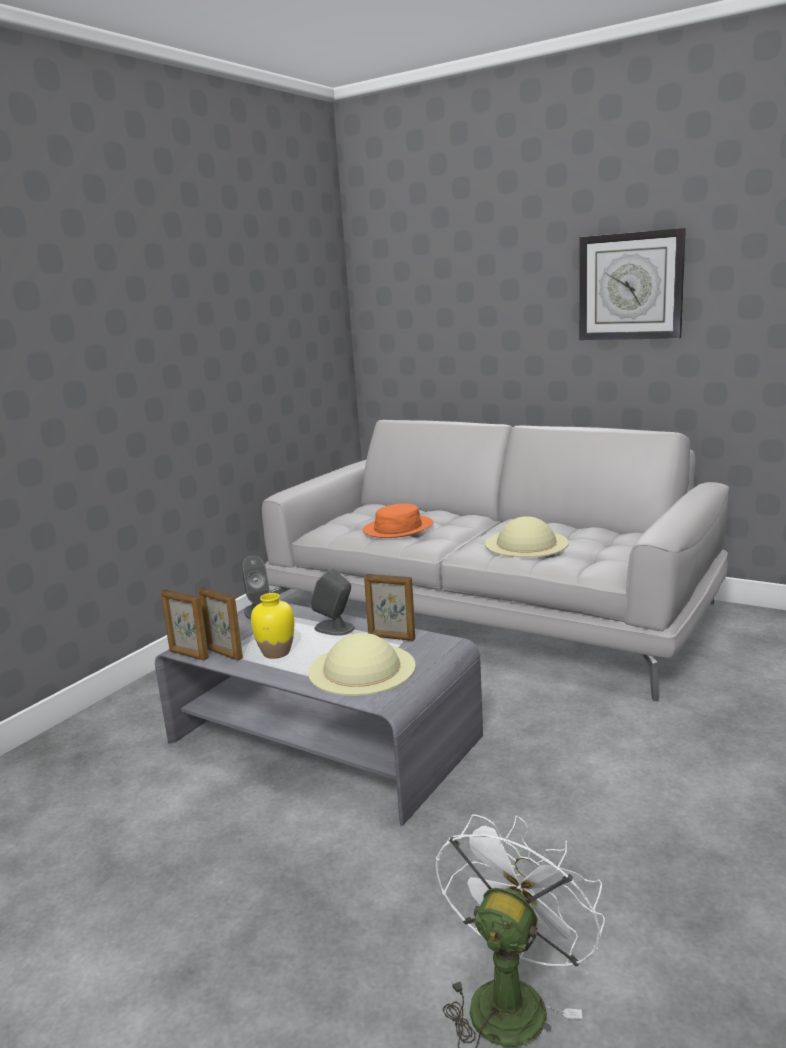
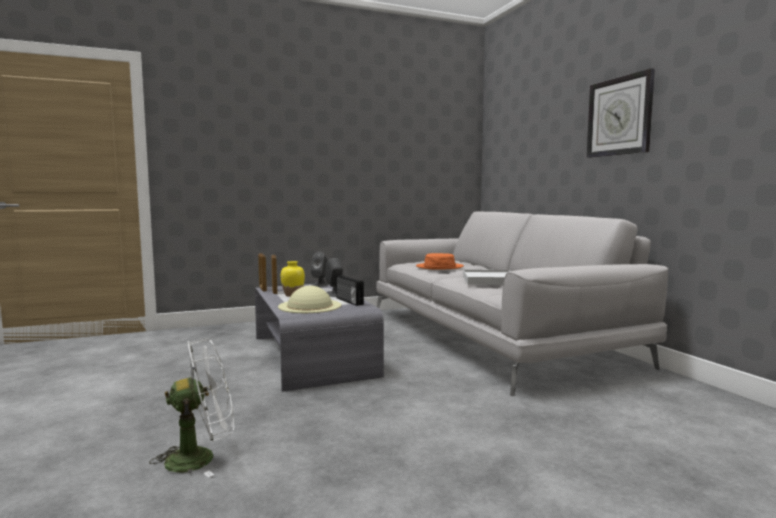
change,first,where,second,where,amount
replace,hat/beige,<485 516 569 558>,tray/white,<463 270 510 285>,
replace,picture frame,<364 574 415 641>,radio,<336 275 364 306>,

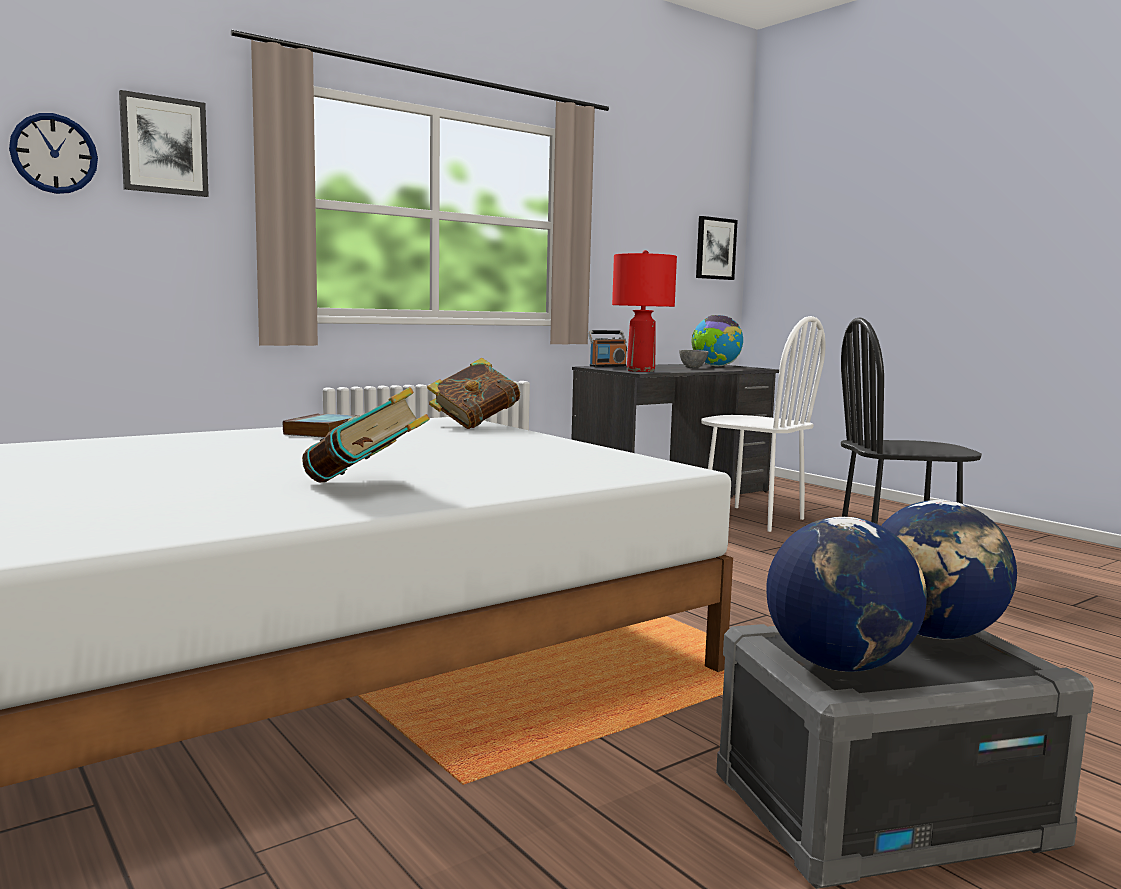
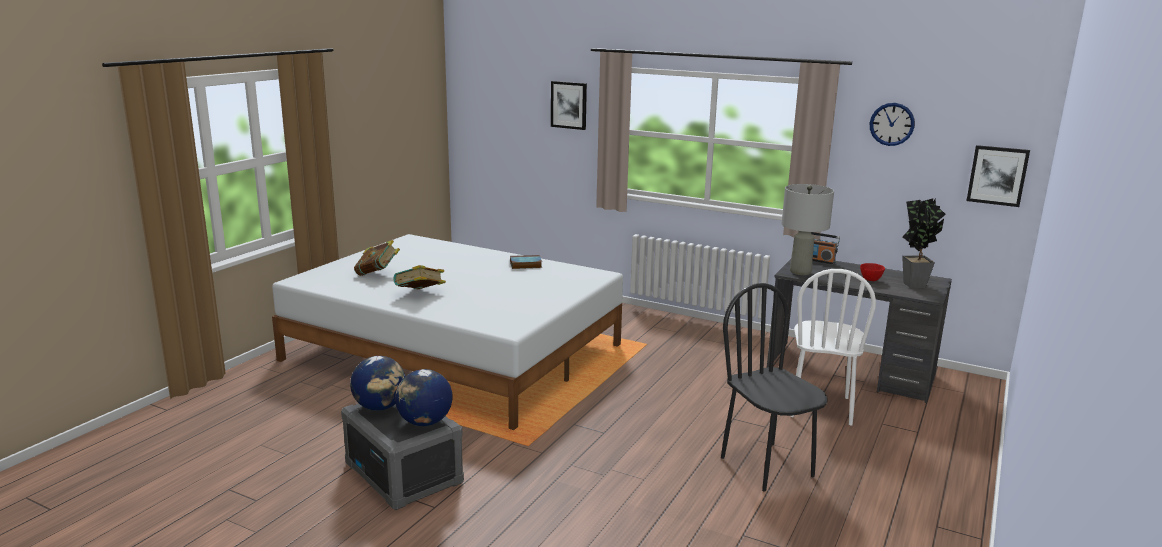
change,first,where,second,where,amount
move,wall clock,<9 113 98 194>,,<870 103 915 146>,
recolor,table lamp/red,<612 250 677 372>,table lamp/grey,<782 184 834 275>,
replace,globe,<692 315 743 366>,potted plant,<902 198 946 288>,
recolor,bowl/grey,<679 350 709 368>,bowl/red,<860 263 885 281>,
move,book,<427 358 520 429>,,<354 240 400 276>,

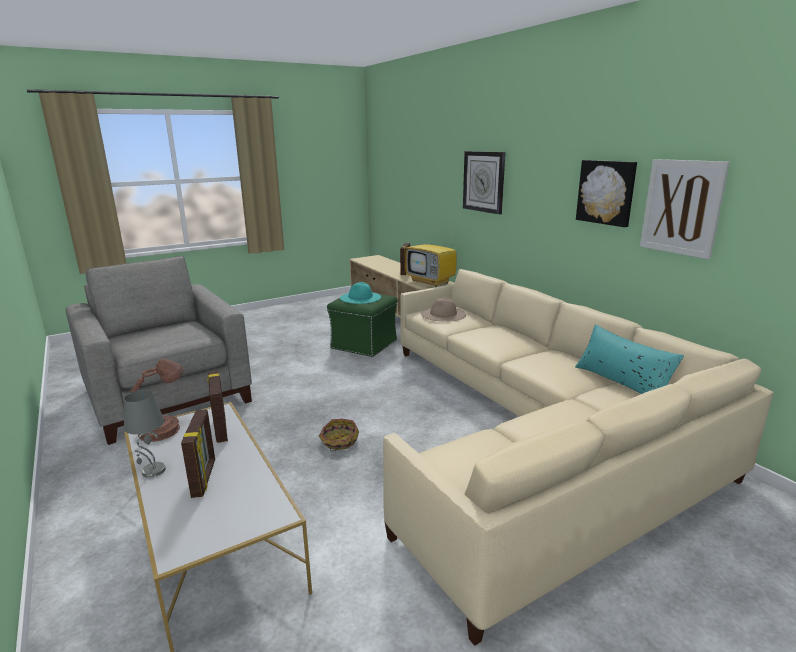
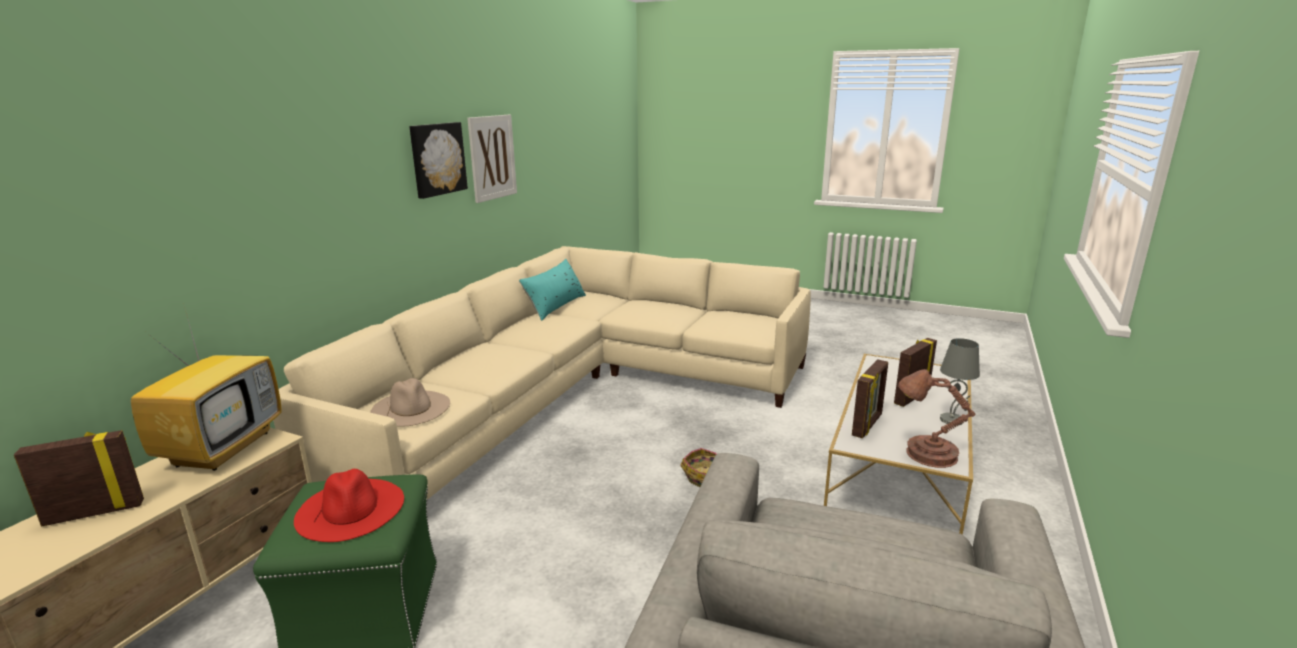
change,first,where,second,where,amount
delete,wall clock,<463 151 505 215>,,,
recolor,hat/turquoise,<340 282 381 304>,hat/red,<294 469 404 542>,

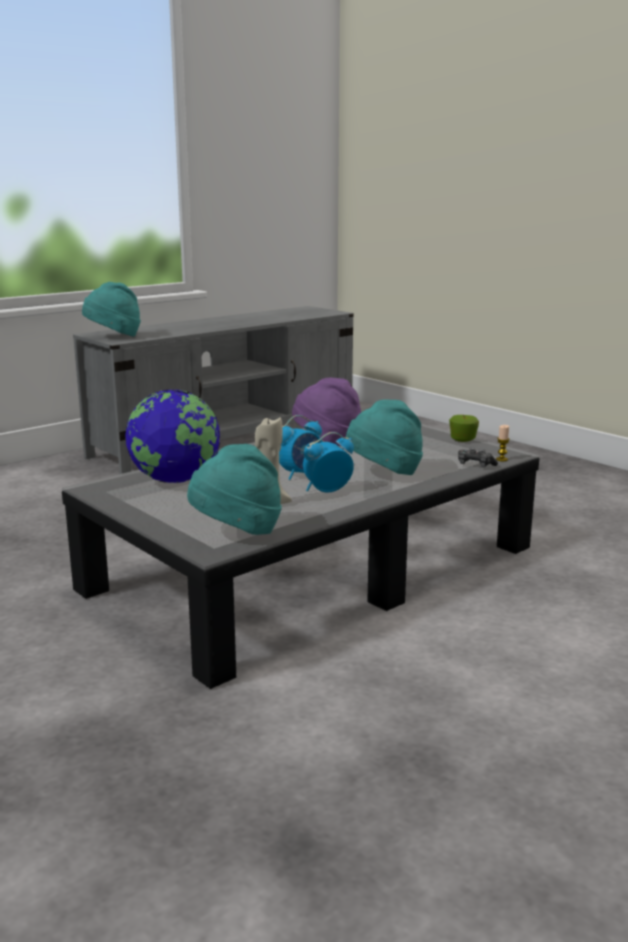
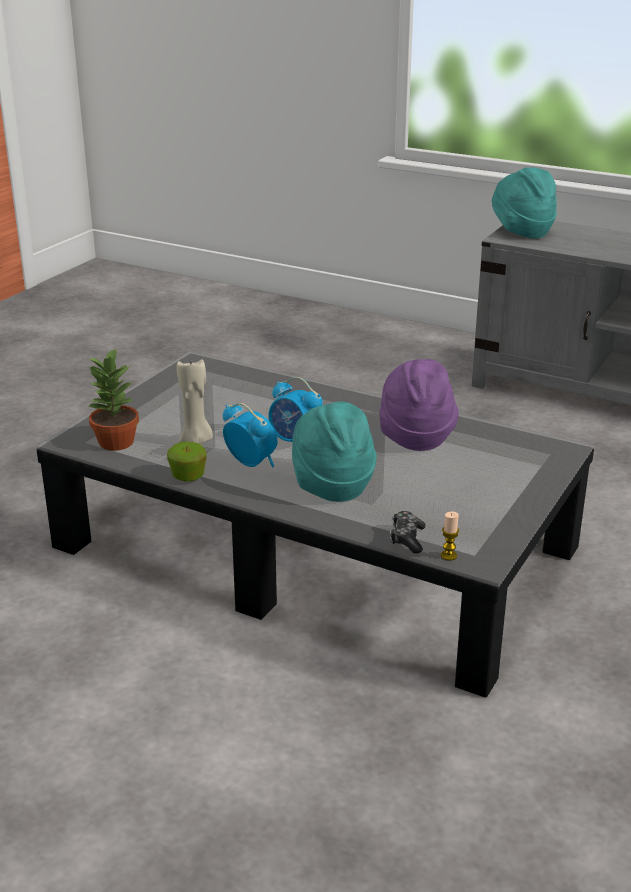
change,first,where,second,where,amount
delete,globe,<125 389 220 483>,,,
move,apple,<449 415 479 442>,,<167 442 207 481>,
replace,hat/turquoise,<187 444 282 535>,potted plant,<86 347 139 451>,

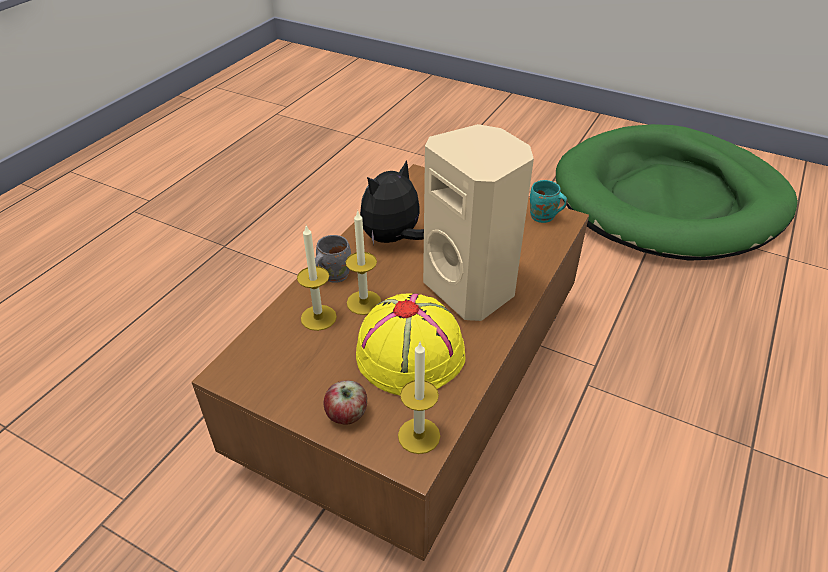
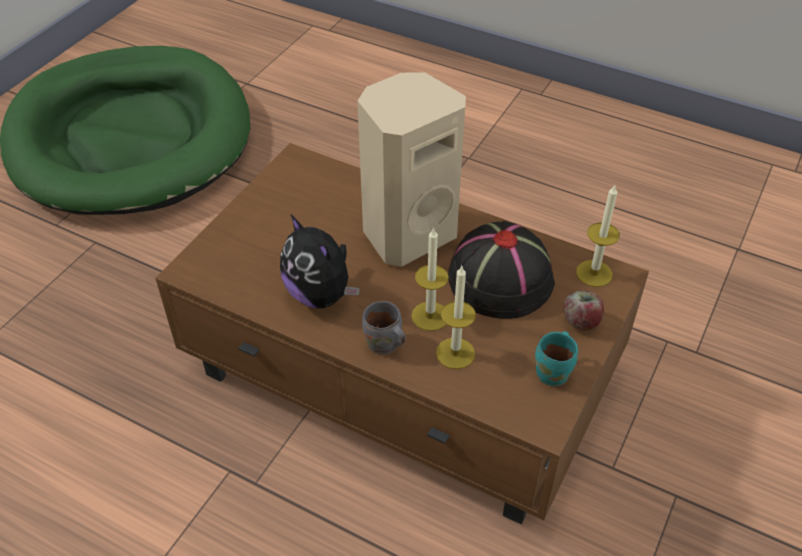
change,first,where,second,where,amount
move,mug/turquoise,<530 180 568 223>,,<535 331 578 386>,
recolor,hat/yellow,<356 293 465 395>,hat/black,<448 221 555 319>,

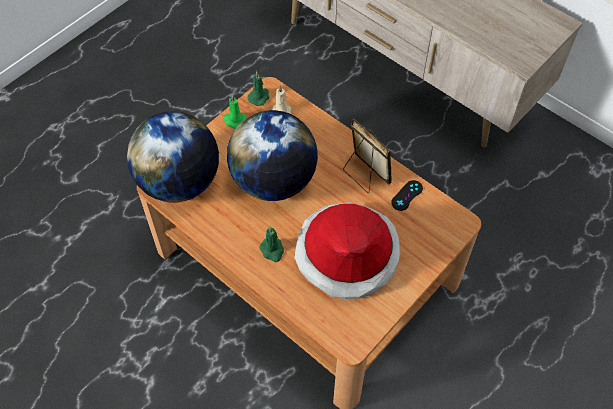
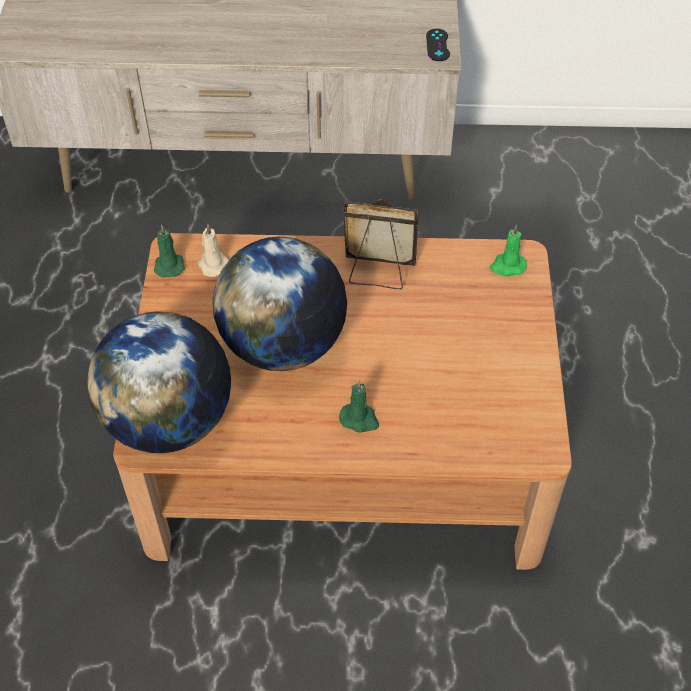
change,first,where,second,where,amount
move,candle/green,<224 94 247 129>,,<490 224 527 276>,
move,game controller/black,<391 180 423 211>,,<426 29 450 61>,
delete,hat,<294 202 401 299>,,,

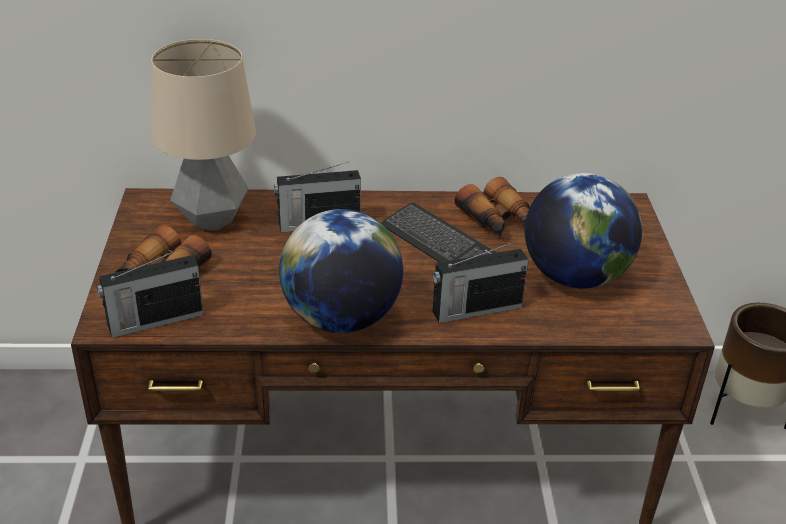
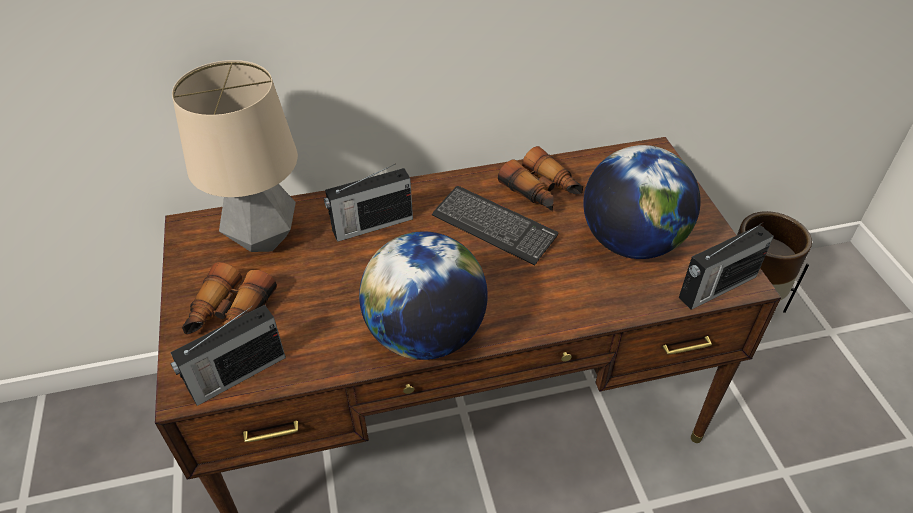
change,first,where,second,where,amount
move,radio,<432 241 529 323>,,<679 222 774 310>,

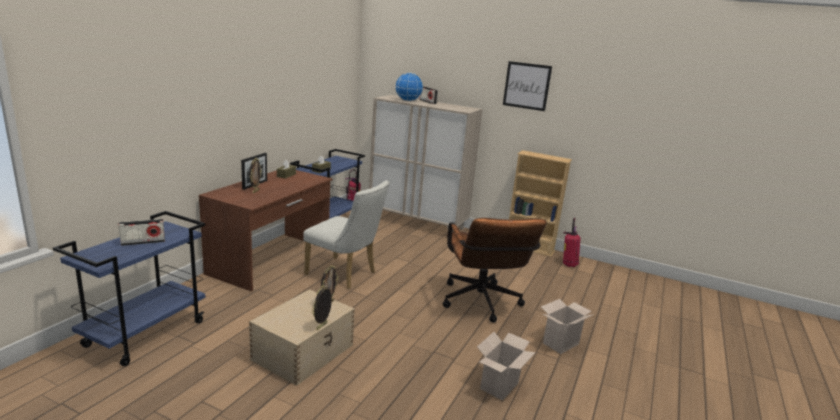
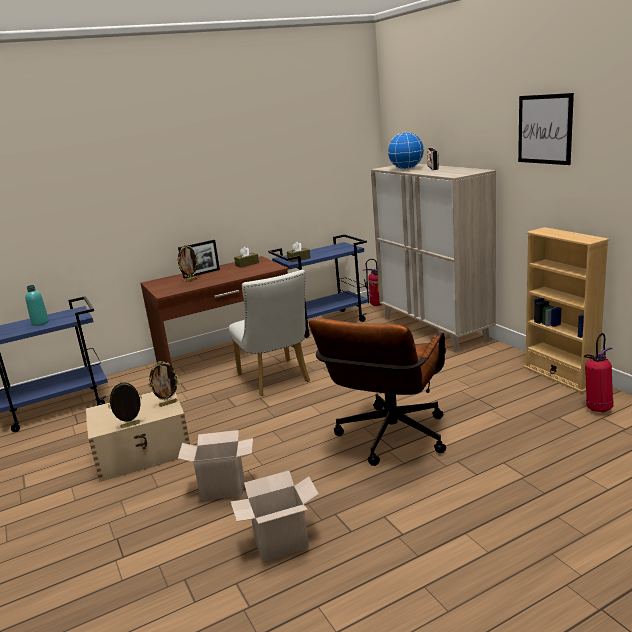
change,first,where,second,where,amount
replace,radio,<118 219 165 246>,bottle/turquoise,<25 285 49 326>,
move,cardboard box,<541 299 594 354>,,<178 430 253 501>,

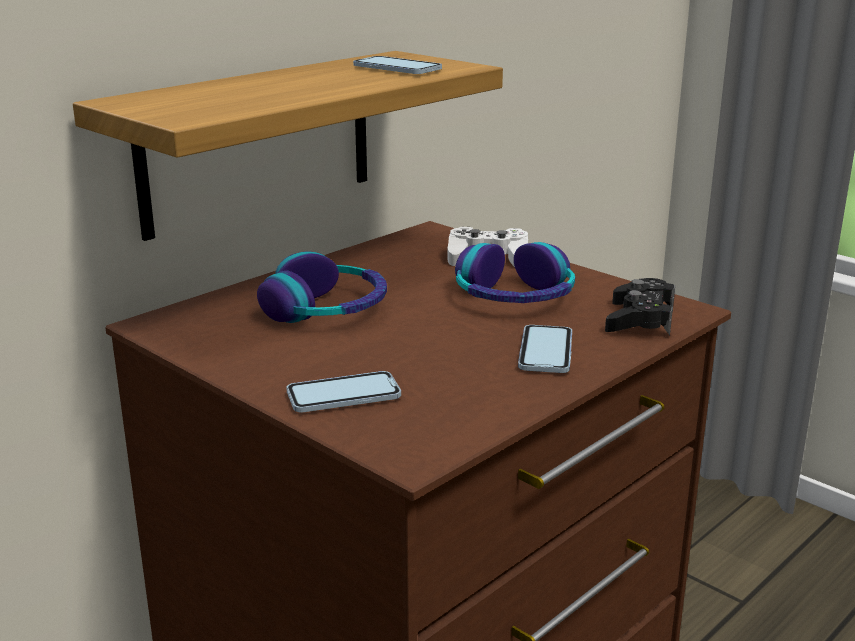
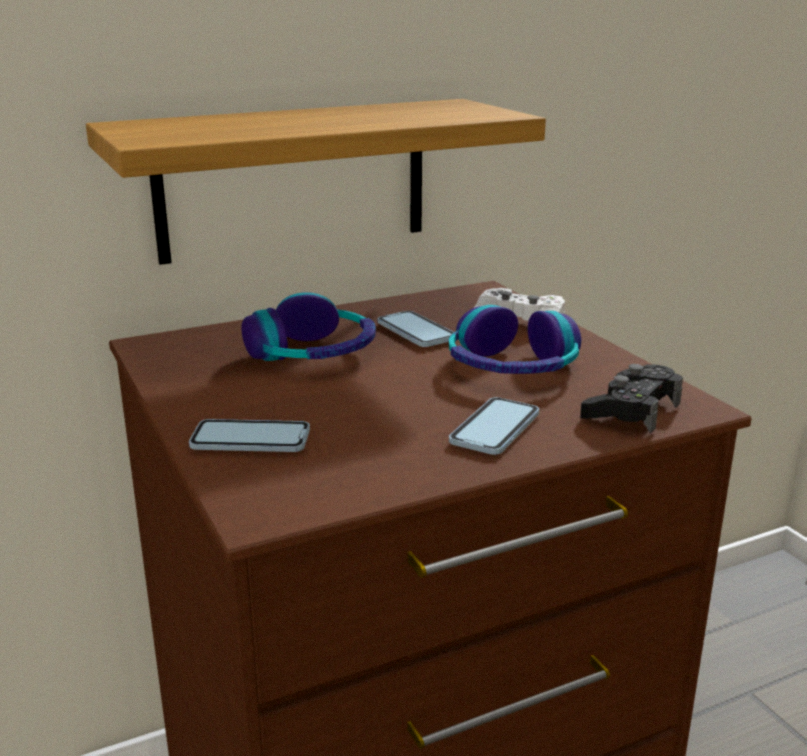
change,first,where,second,where,amount
move,phone,<353 56 442 74>,,<377 311 454 347>,

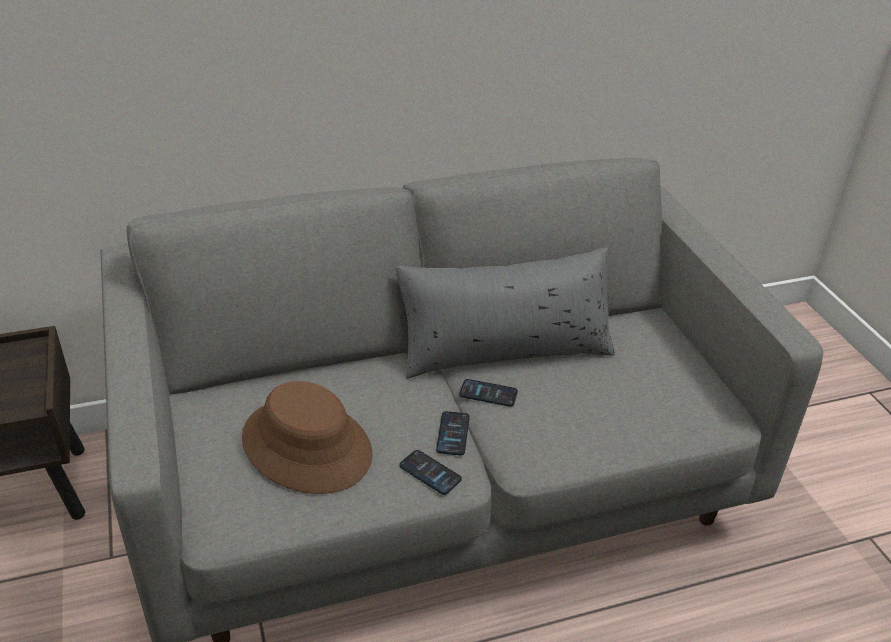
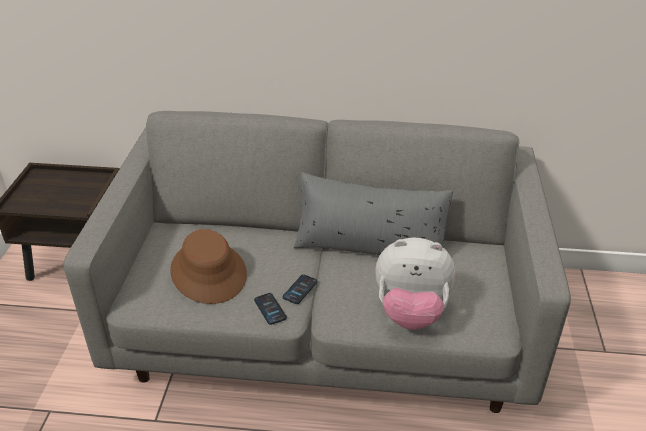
change,first,where,second,where,amount
delete,phone,<459 379 518 407>,,,
insert,,,plush toy,<375 238 455 330>,

